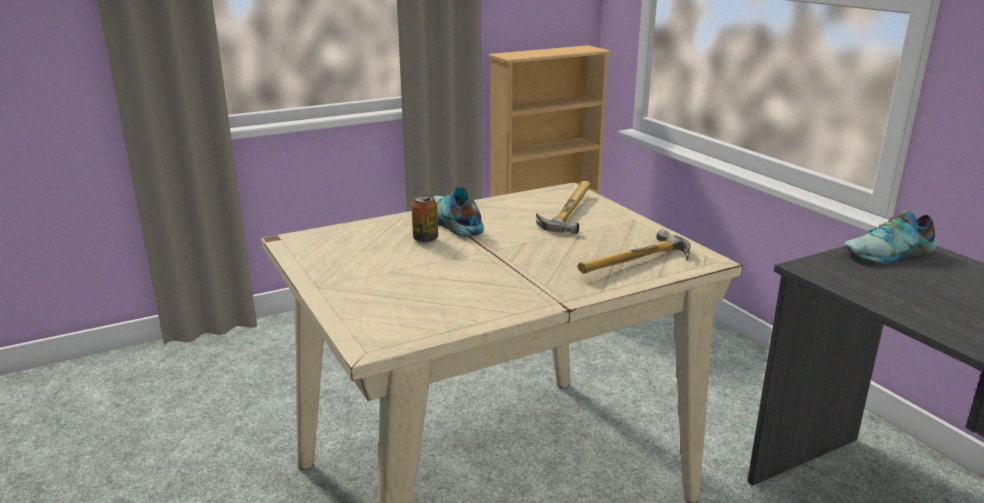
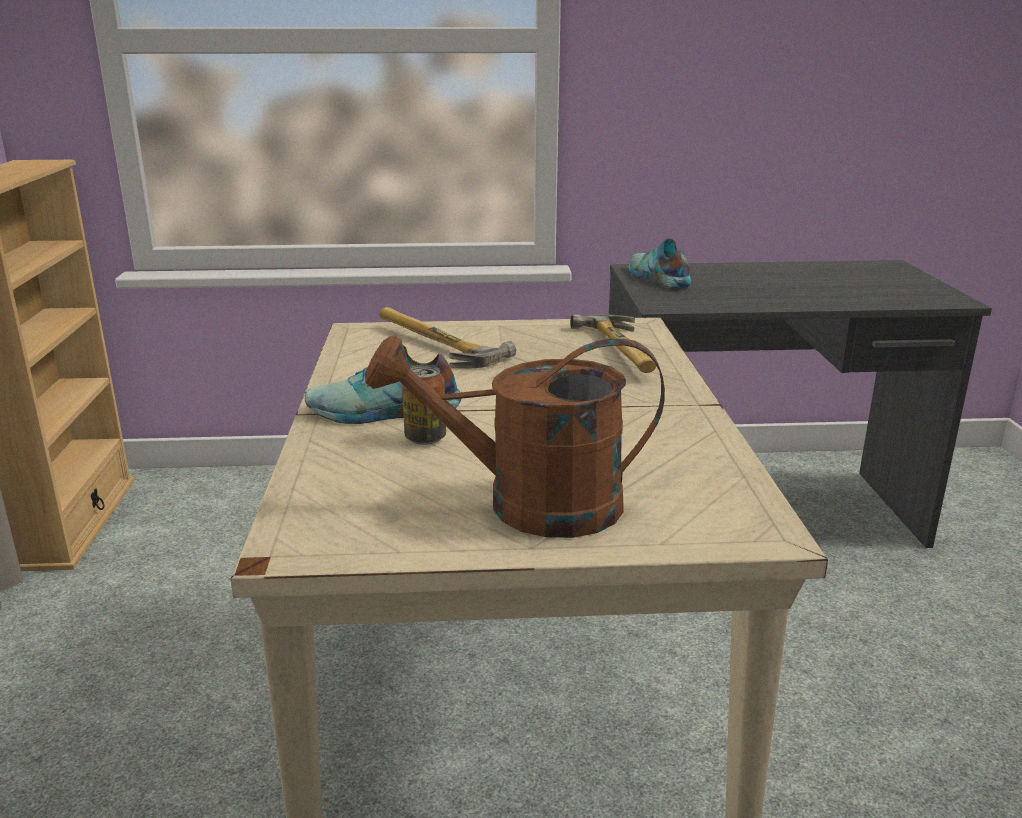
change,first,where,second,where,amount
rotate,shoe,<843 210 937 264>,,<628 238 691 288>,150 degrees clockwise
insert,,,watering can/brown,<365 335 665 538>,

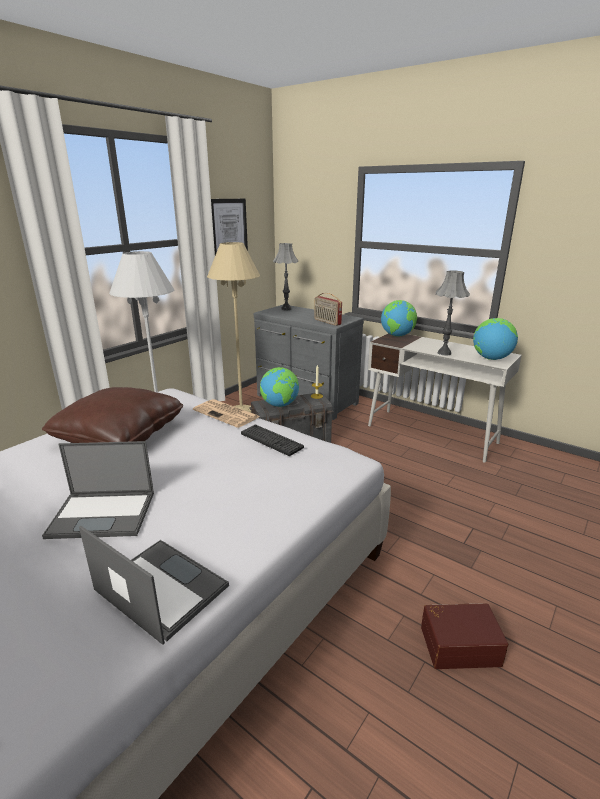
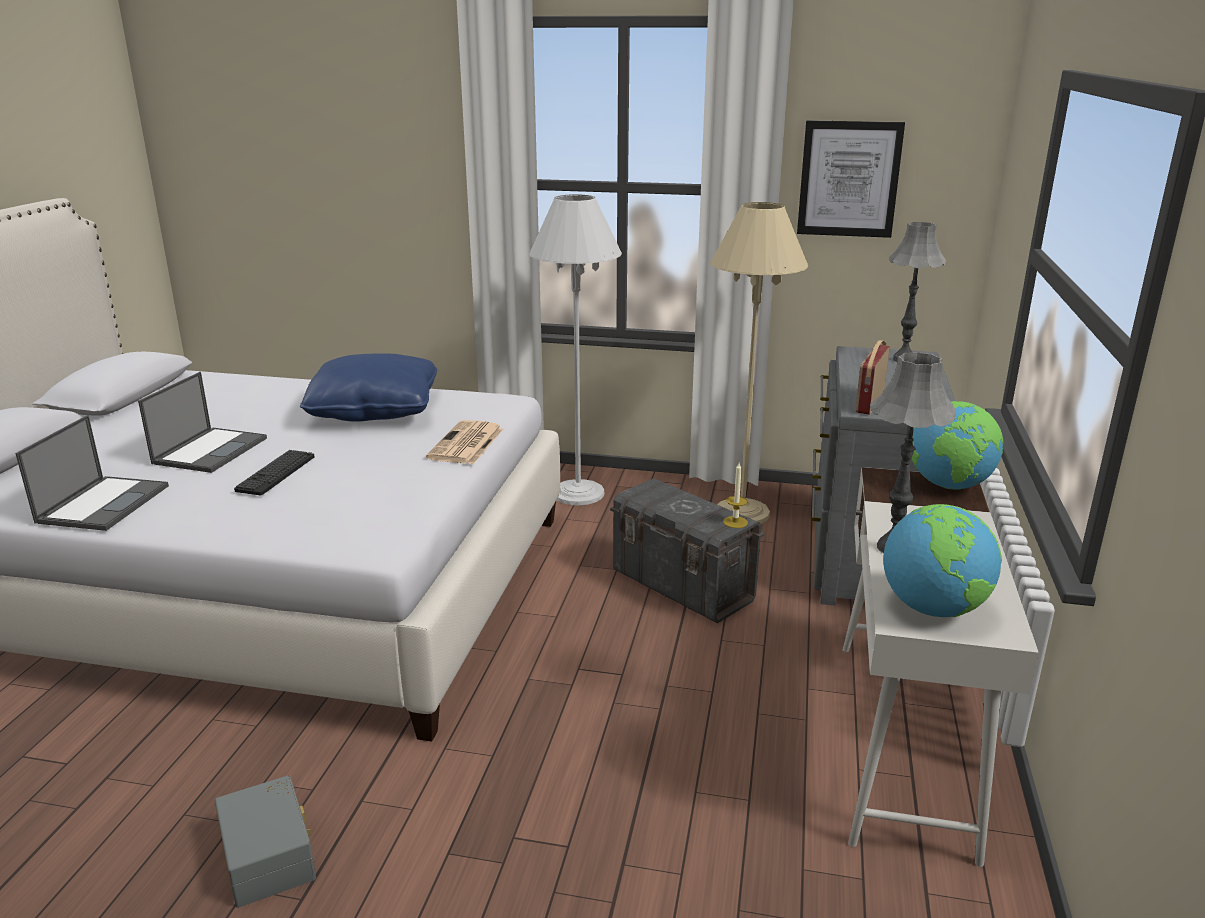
change,first,where,second,where,amount
delete,globe,<260 367 299 407>,,,
recolor,pillow/brown,<42 387 183 443>,pillow/blue,<300 354 437 422>,
move,keyboard,<241 424 304 456>,,<234 450 314 495>,
rotate,laptop,<42 441 154 539>,,<138 372 267 473>,135 degrees counterclockwise
recolor,storage box/brown,<421 603 508 669>,storage box/grey,<215 775 316 908>,

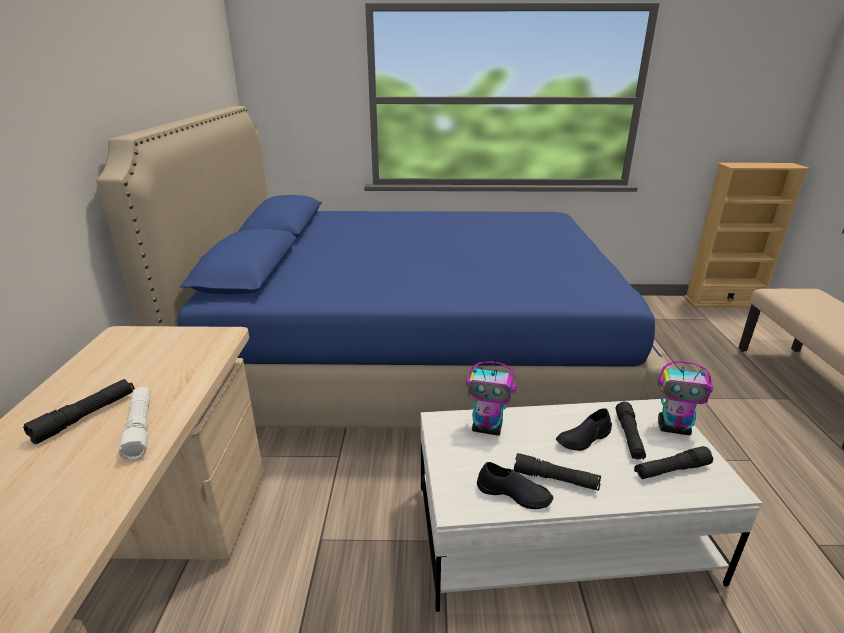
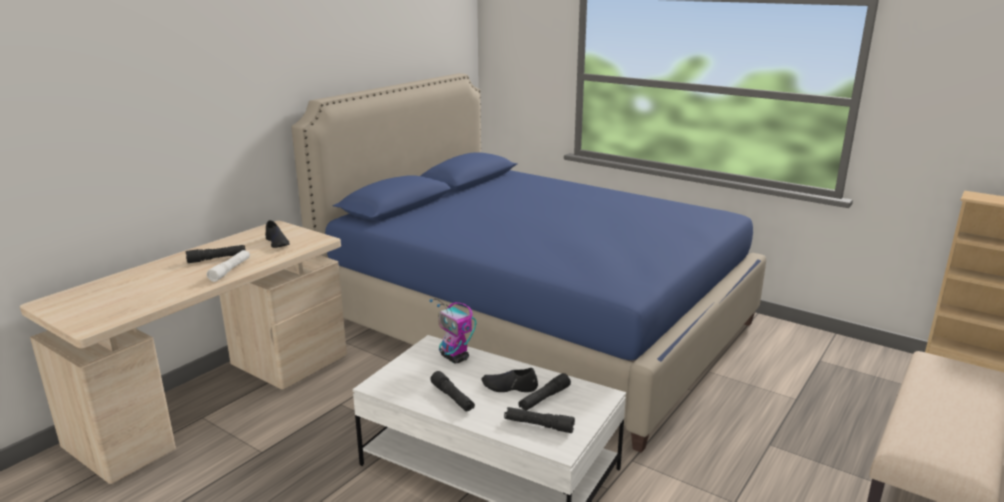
change,first,where,second,where,amount
delete,toy robot,<658 361 713 435>,,,
move,shoe/black,<477 462 553 509>,,<265 220 290 248>,

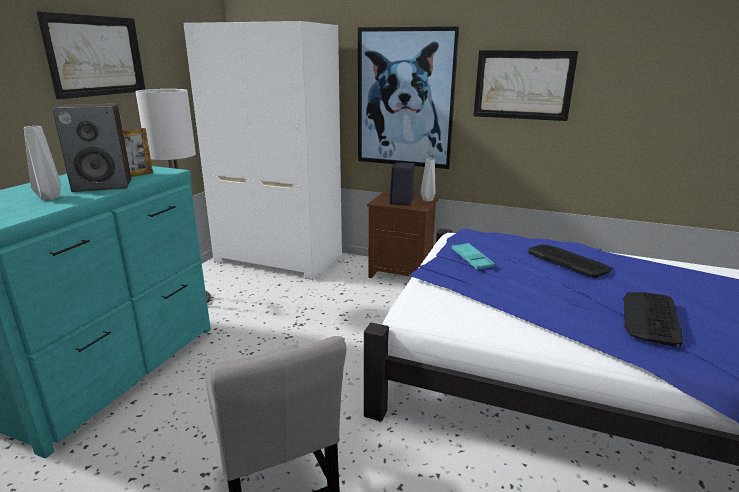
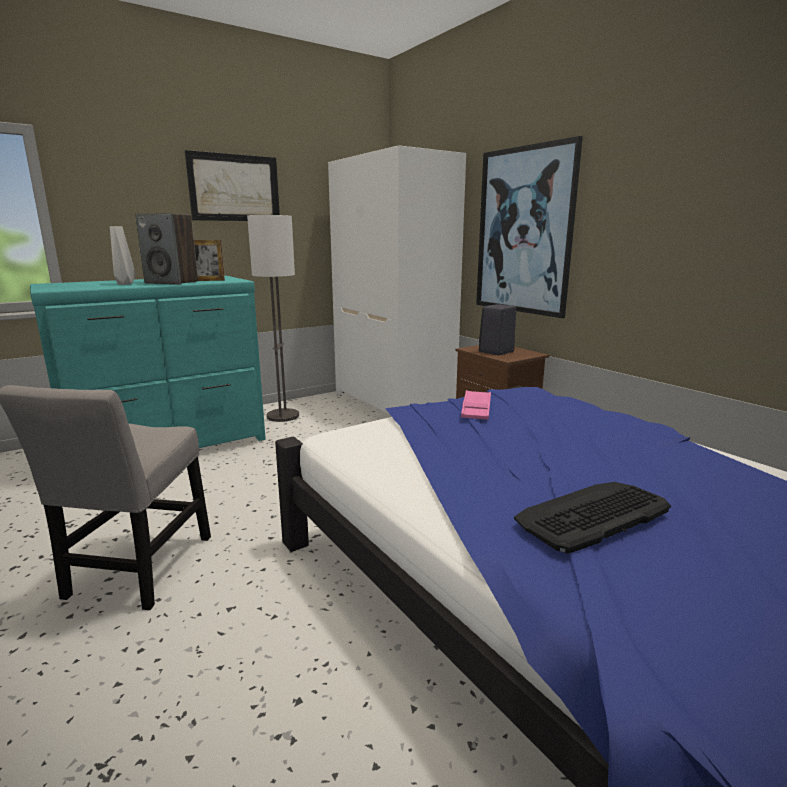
change,first,where,second,where,amount
delete,picture,<474 50 578 121>,,,
delete,vase/grey,<420 158 435 202>,,,
recolor,tray/turquoise,<452 243 495 269>,tray/pink,<461 390 491 420>,
delete,keyboard,<528 245 612 278>,,,

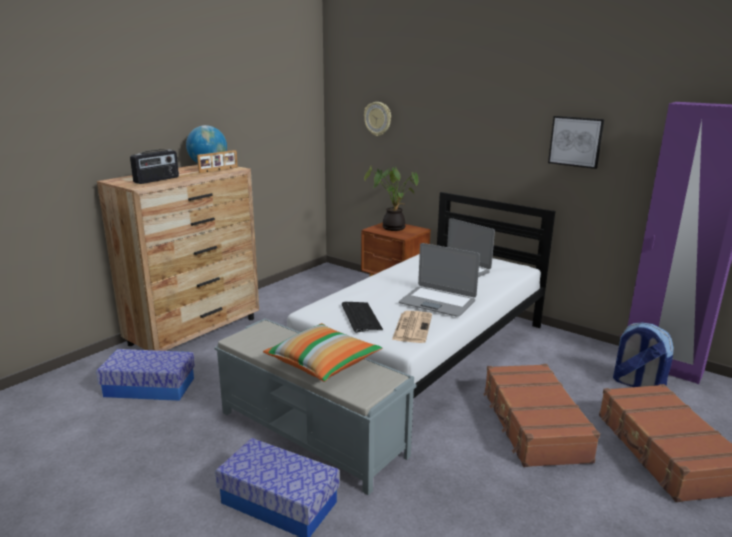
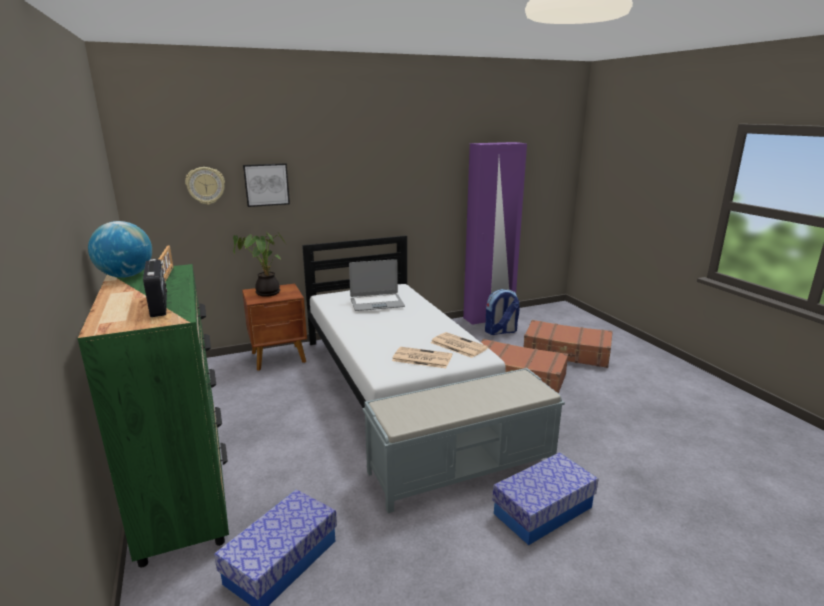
change,first,where,second,where,amount
move,picture,<548 116 605 169>,,<243 163 290 207>,
recolor,dresser/brown,<97 165 259 351>,dresser/green,<78 264 229 568>,
delete,laptop,<399 243 480 317>,,,
replace,keyboard,<342 302 383 333>,newspaper,<392 347 452 368>,
delete,pillow,<263 323 382 382>,,,

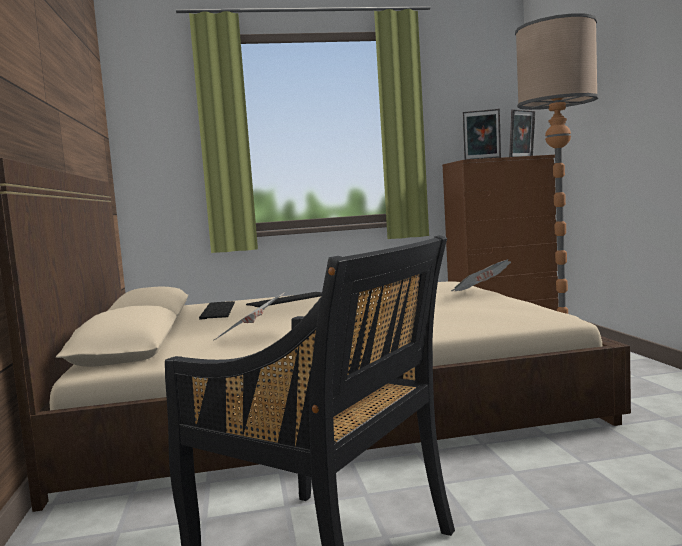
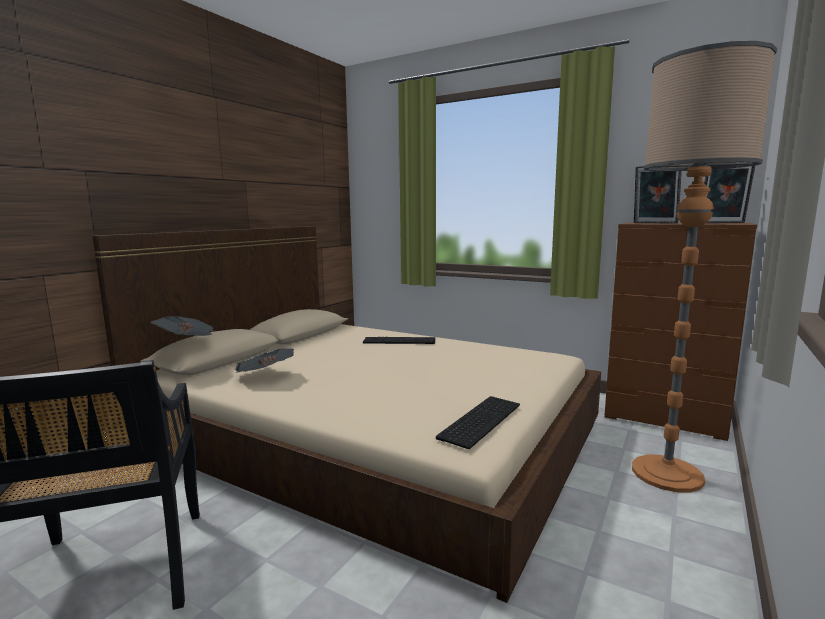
change,first,where,second,where,amount
move,newspaper,<451 259 511 291>,,<151 316 214 336>,
move,keyboard,<199 301 235 320>,,<436 396 520 449>,

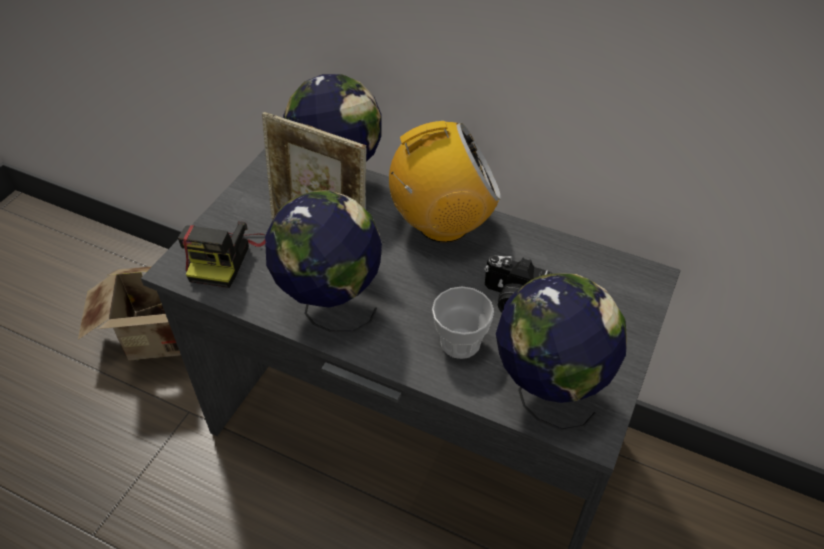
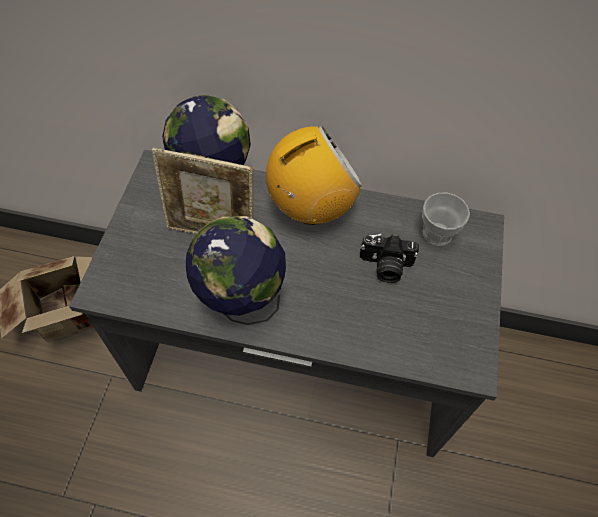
change,first,where,second,where,amount
delete,photo camera,<178 221 265 288>,,,
delete,globe,<496 273 627 431>,,,
move,cup,<432 287 494 359>,,<422 193 470 246>,

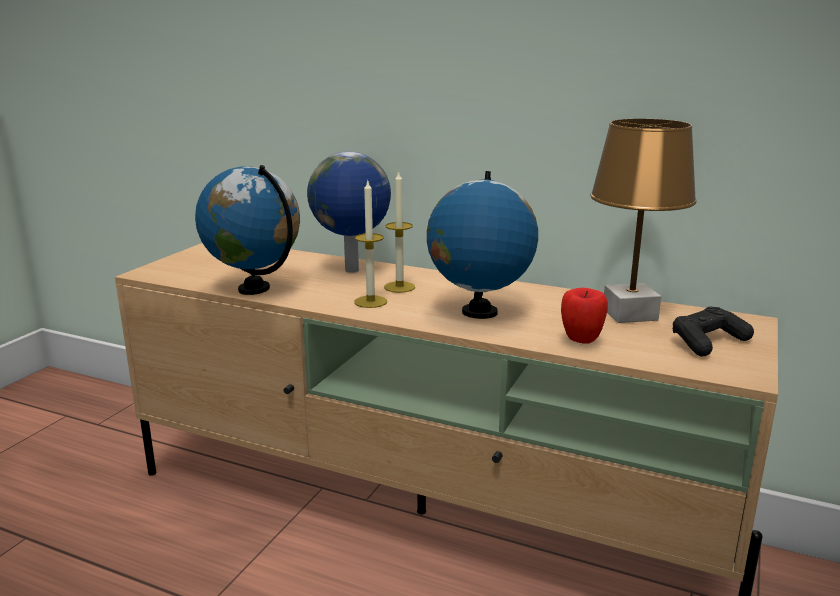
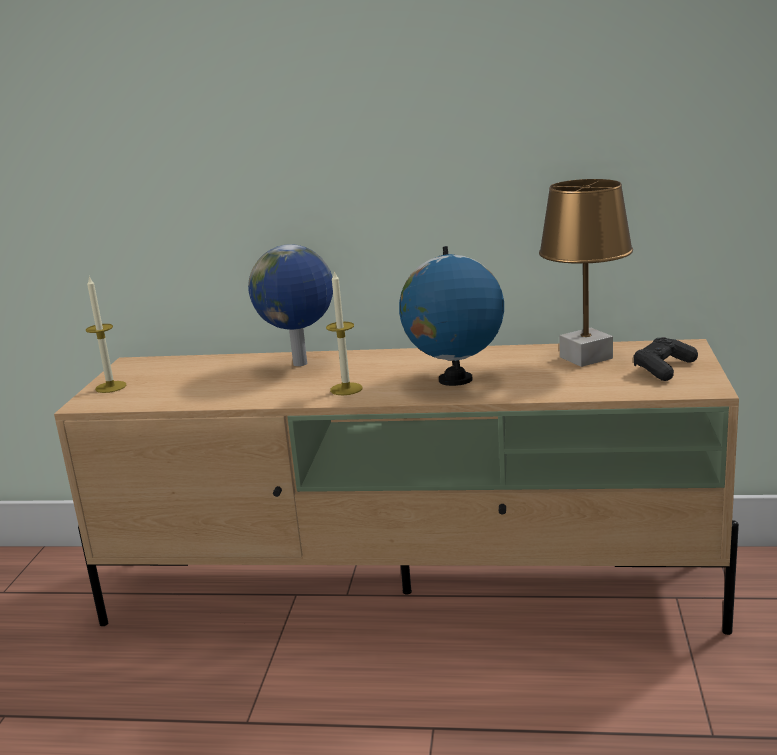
change,first,where,second,where,amount
delete,globe,<195 165 300 295>,,,
move,candle,<384 170 415 293>,,<86 277 126 393>,
delete,apple,<561 288 608 344>,,,

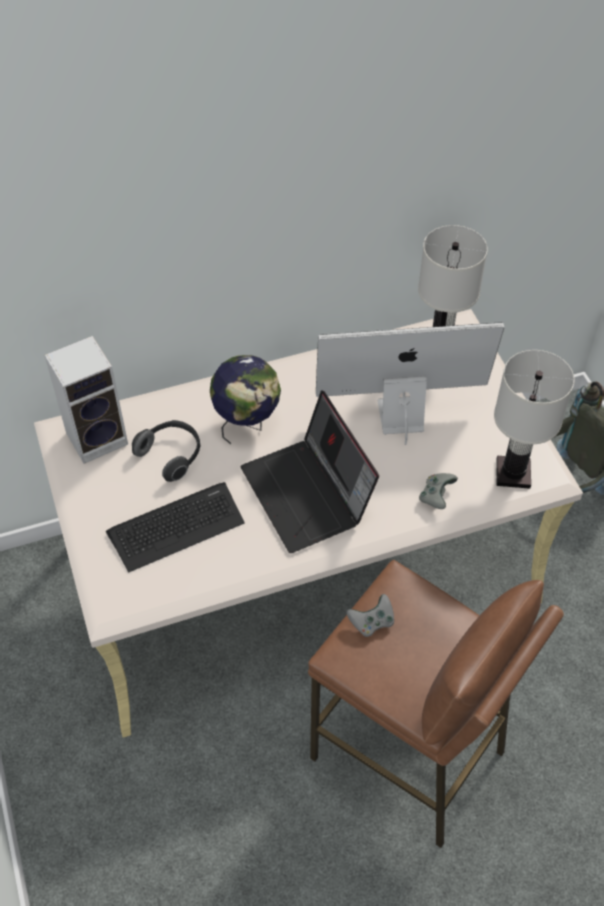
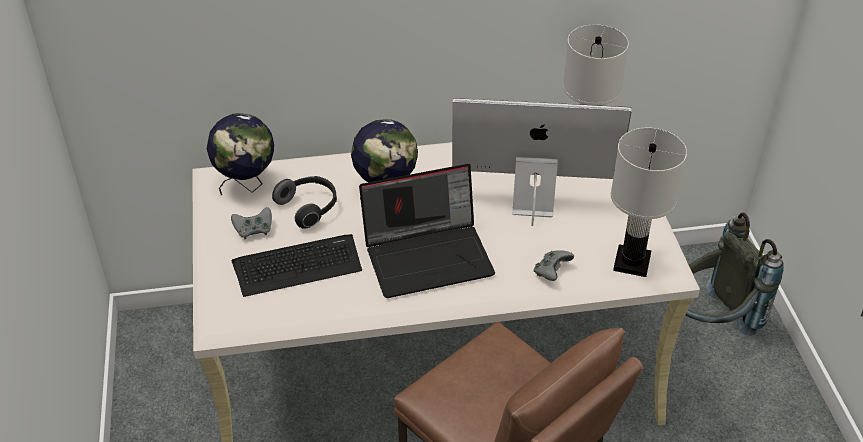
change,first,where,second,where,amount
replace,speaker,<44 336 128 464>,globe,<207 113 274 195>,
rotate,laptop,<240 390 379 553>,,<359 164 495 298>,90 degrees counterclockwise
move,game controller/grey,<347 594 394 637>,,<231 207 272 239>,

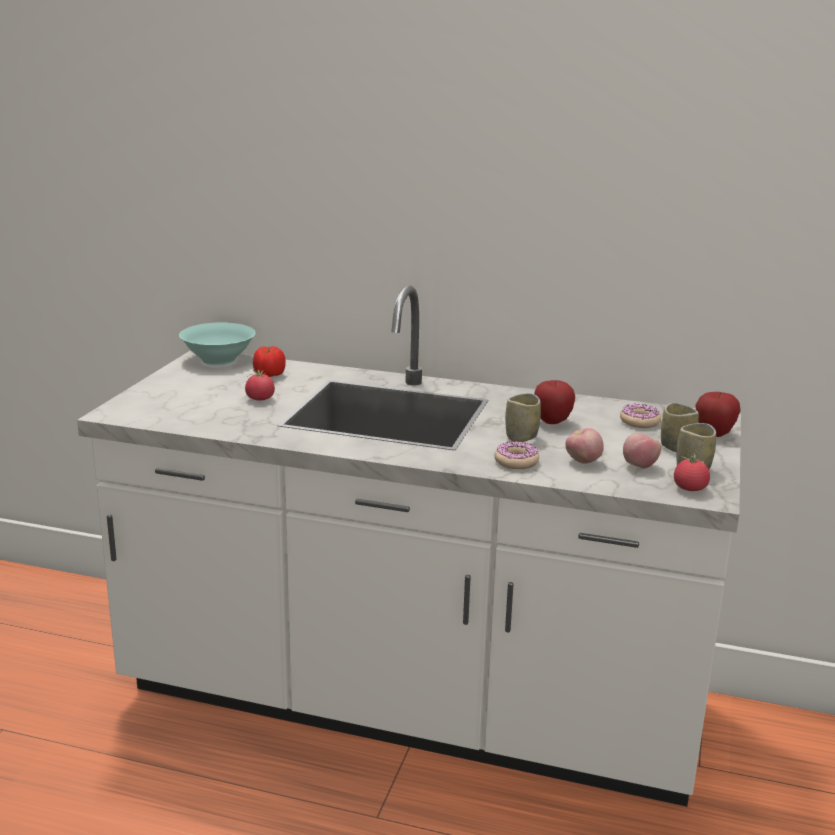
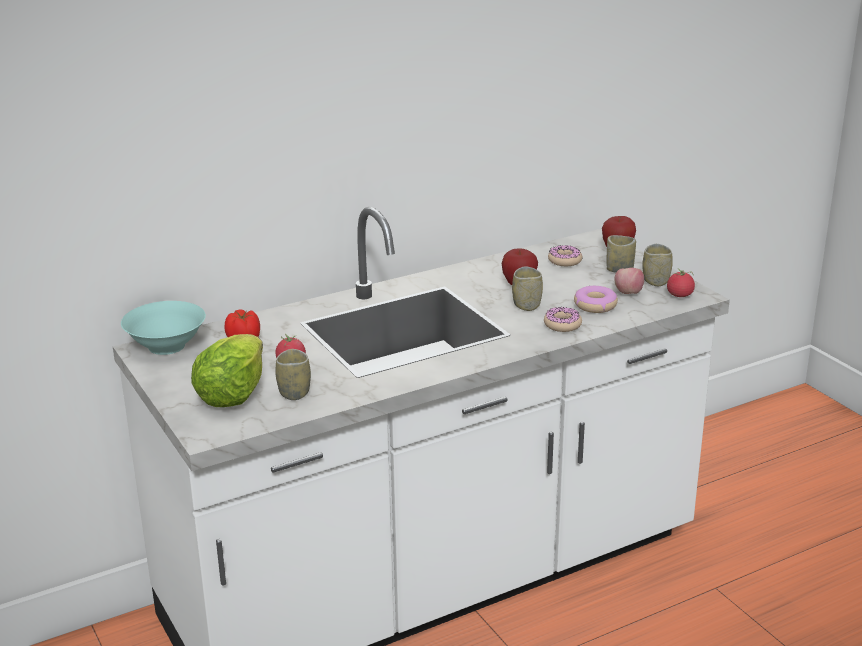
change,first,where,second,where,amount
replace,apple,<565 428 604 464>,donut,<574 286 618 313>,
insert,,,lettuce,<191 334 263 407>,
insert,,,cup,<275 349 311 400>,

